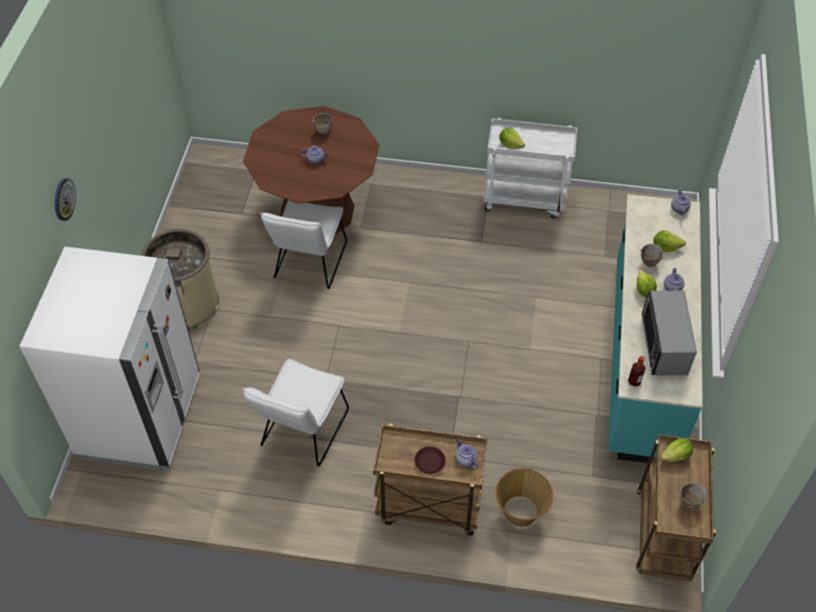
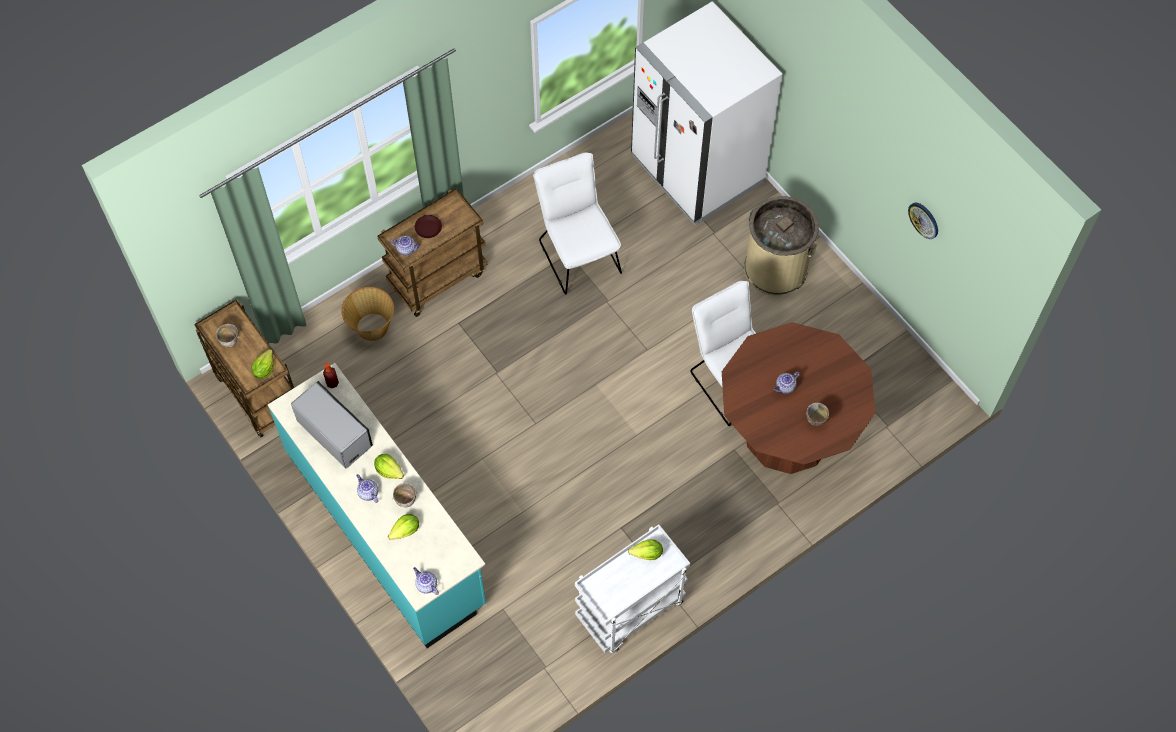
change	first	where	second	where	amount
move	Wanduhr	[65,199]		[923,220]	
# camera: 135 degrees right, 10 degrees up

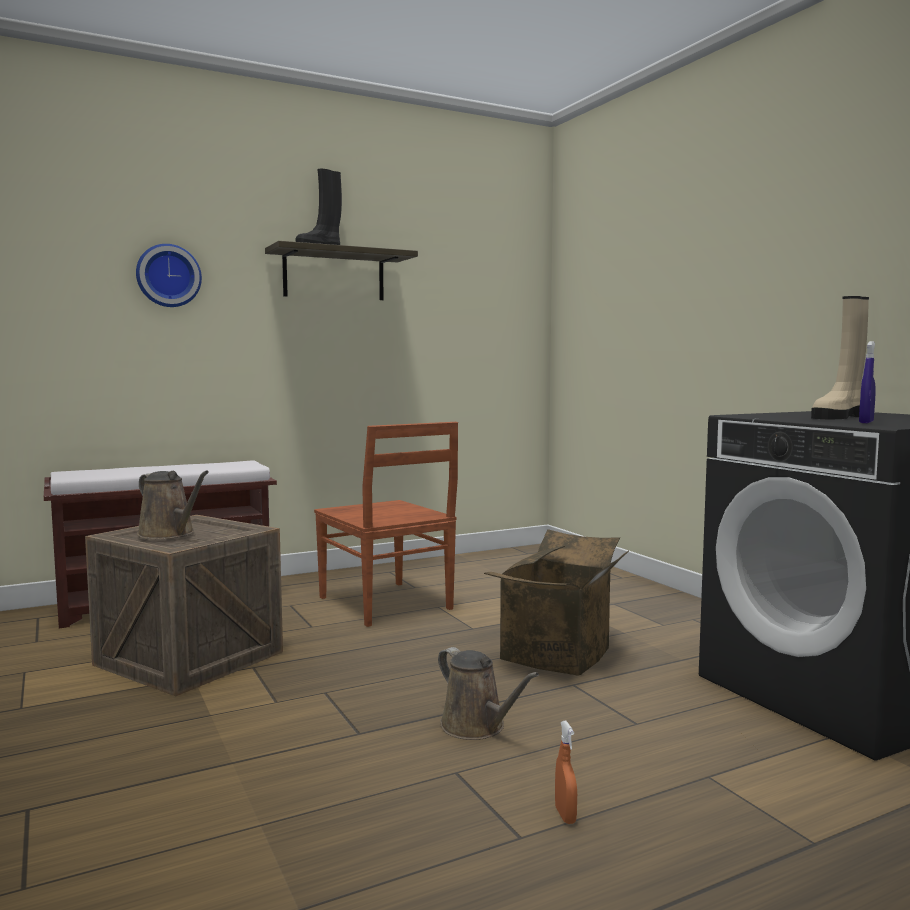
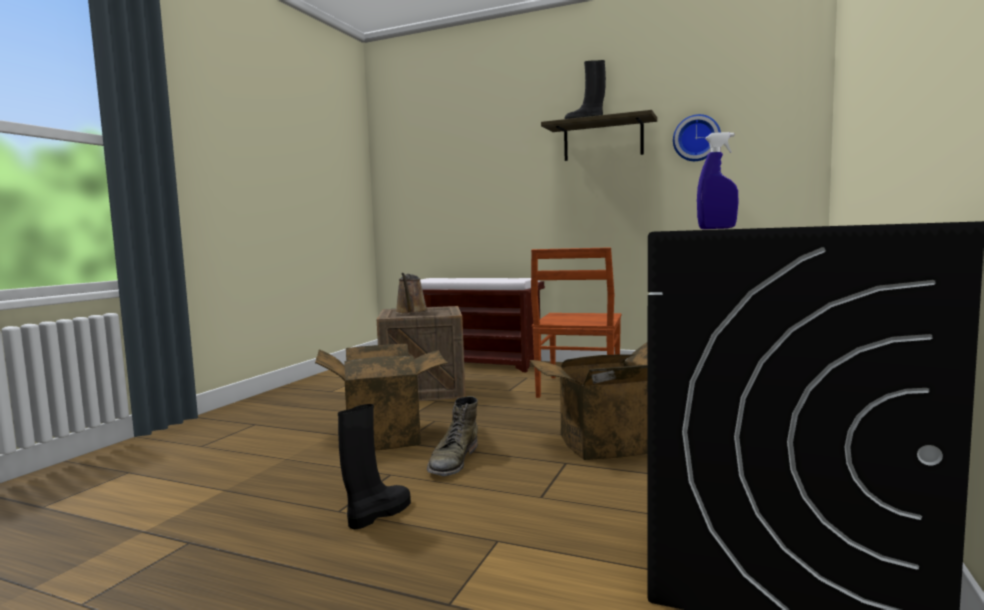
change	first	where	second	where	amount
move	Wanduhr	[169,275]		[697,137]	
replace	Gießkanne (braun)	[488,693]	Stiefel (grün)	[452,436]	
replace	Sprühflasche (orange)	[566,772]	Stiefel (schwarz)	[374,466]	
delete	Stiefel (beige)	[840,357]			
insert			Karton	[382,397]	
# camera: 50 degrees right, 0 degrees up

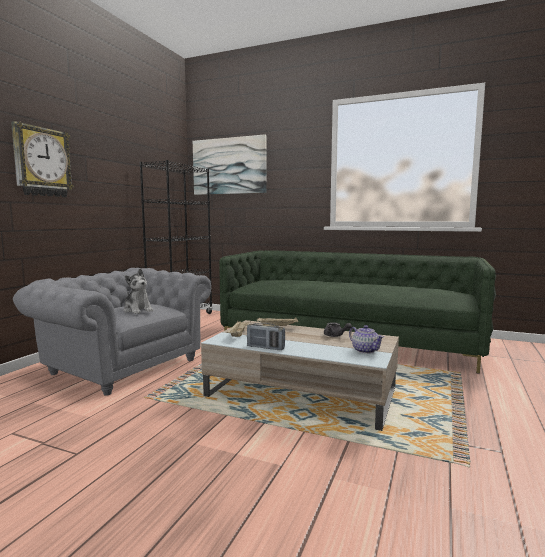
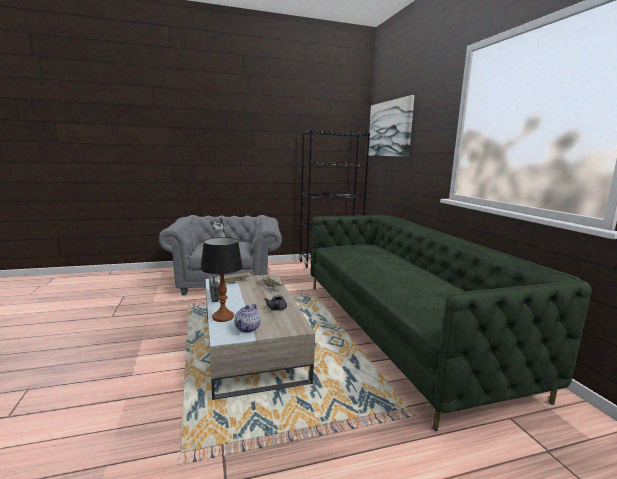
change	first	where	second	where	amount
delete	Wanduhr	[42,159]			
insert			Tischlampe	[221,279]	
# camera: 50 degrees right, 5 degrees up

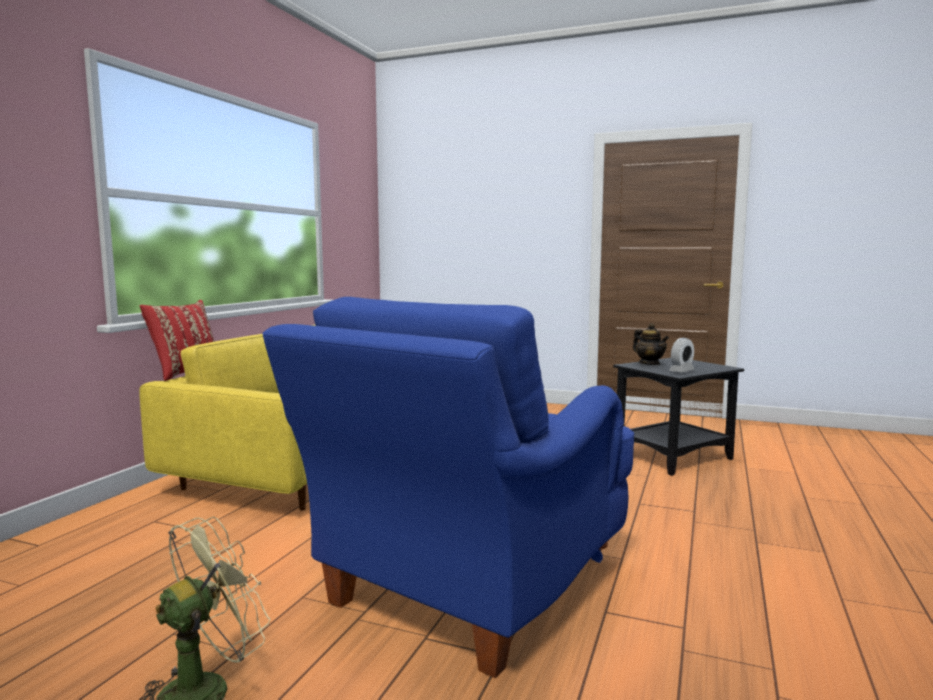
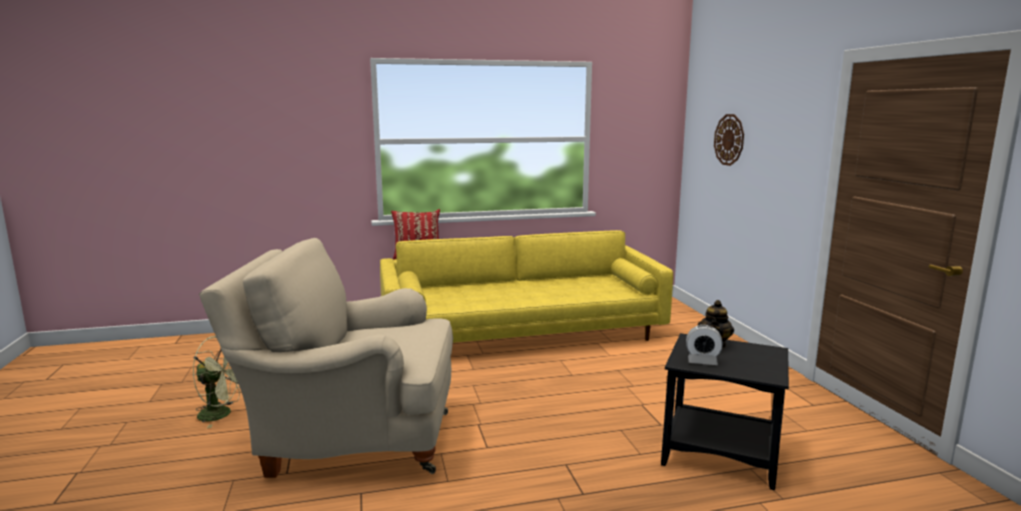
change	first	where	second	where	amount
recolor	Sessel (blau)	[448,487]	Sessel (beige)	[326,358]	
insert			Wanduhr	[729,140]	
# camera: 55 degrees right, 5 degrees up

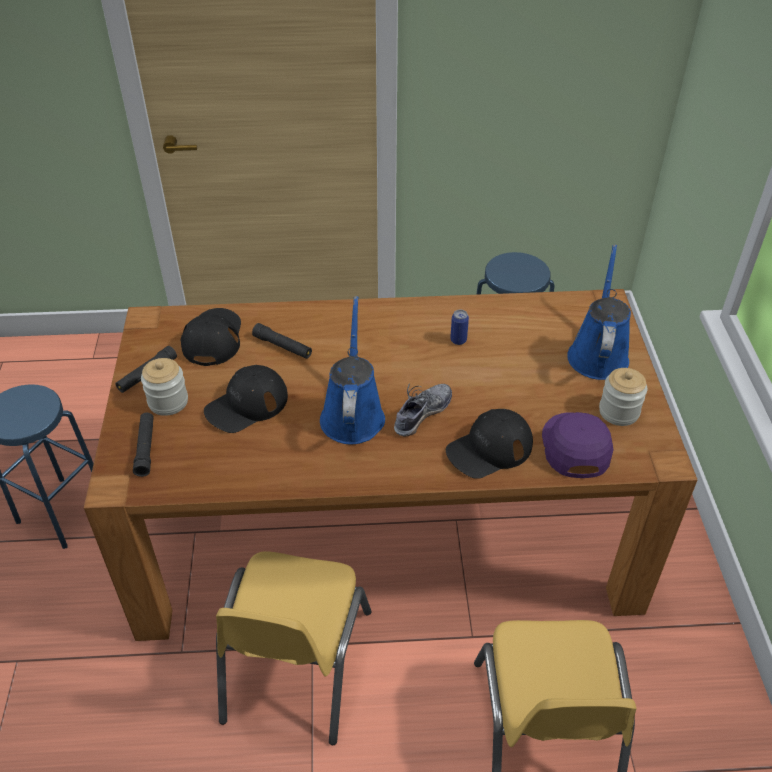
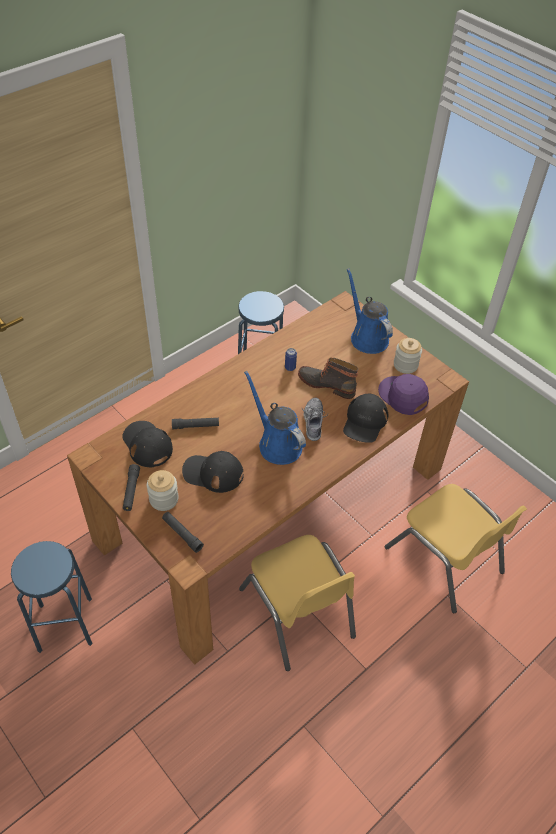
change	first	where	second	where	amount
rotate	Kappe (schwarz)	[246,399]		[213,472]	90 degrees clockwise
insert			Stiefel	[328,378]	
# camera: 40 degrees left, 5 degrees up

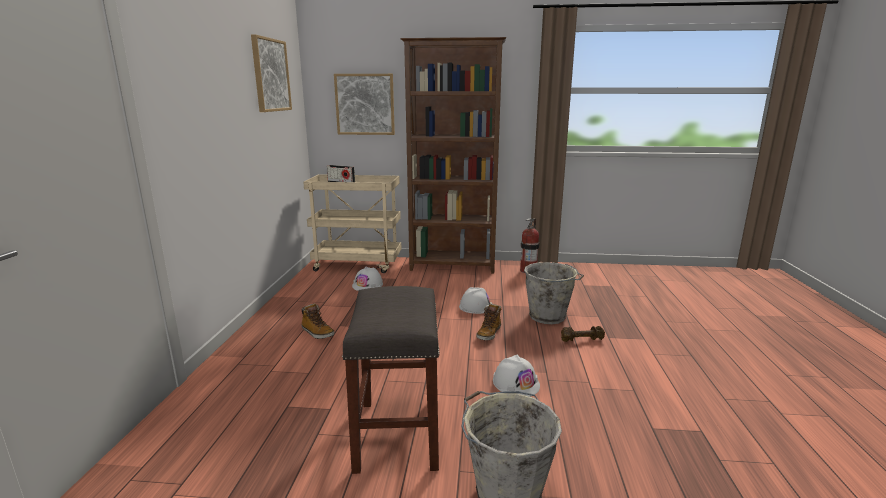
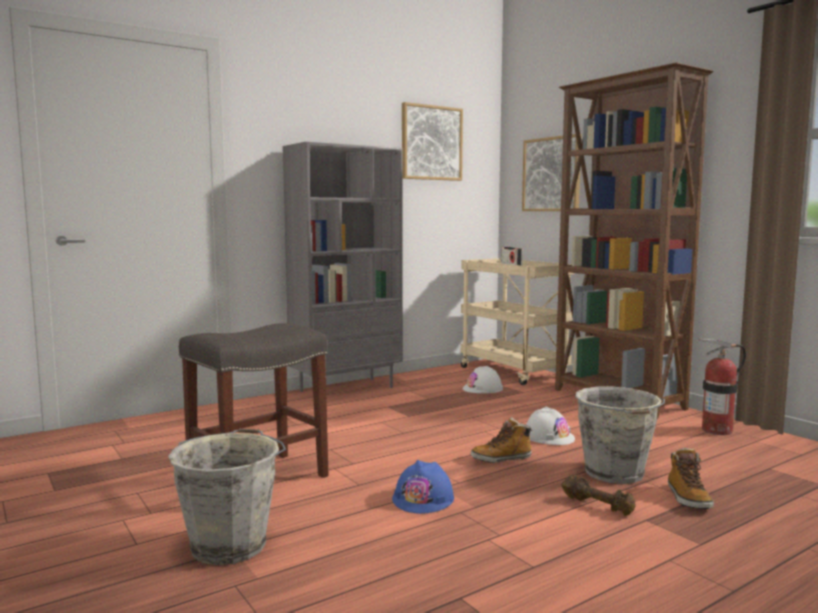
change	first	where	second	where	amount
move	Stiefel	[318,321]		[691,478]	
recolor	Schutzhelm (weiß)	[516,376]	Schutzhelm (blau)	[423,487]	
insert			Bücherregal (grau)	[343,267]	
# camera: 50 degrees right, 10 degrees down

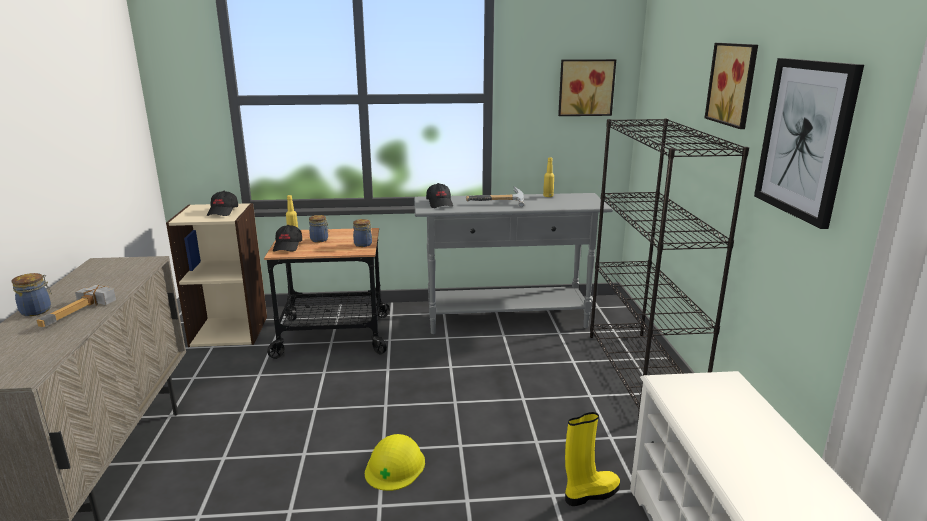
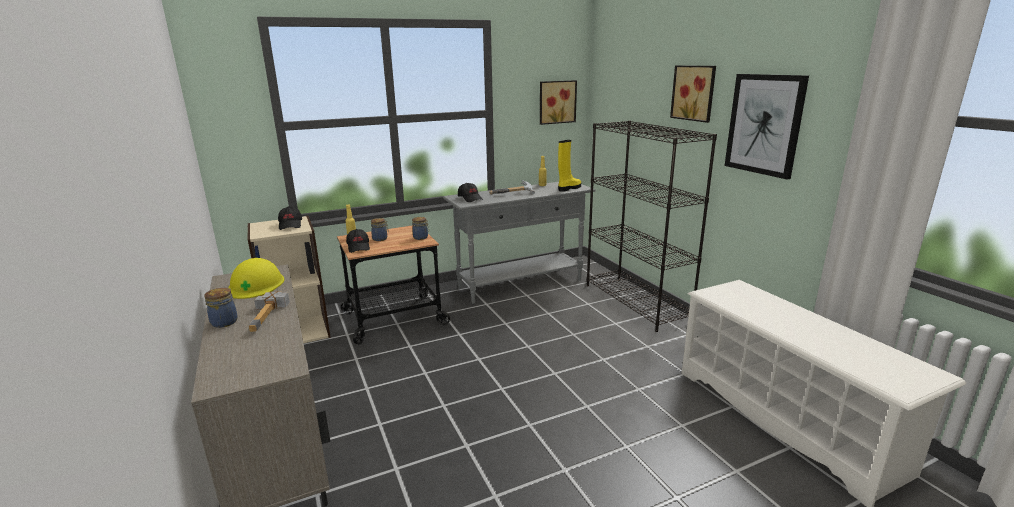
change	first	where	second	where	amount
move	Schutzhelm (gelb)	[395,462]		[256,278]	
move	Stiefel (gelb)	[592,459]		[569,166]	
# camera: 20 degrees left, 0 degrees up

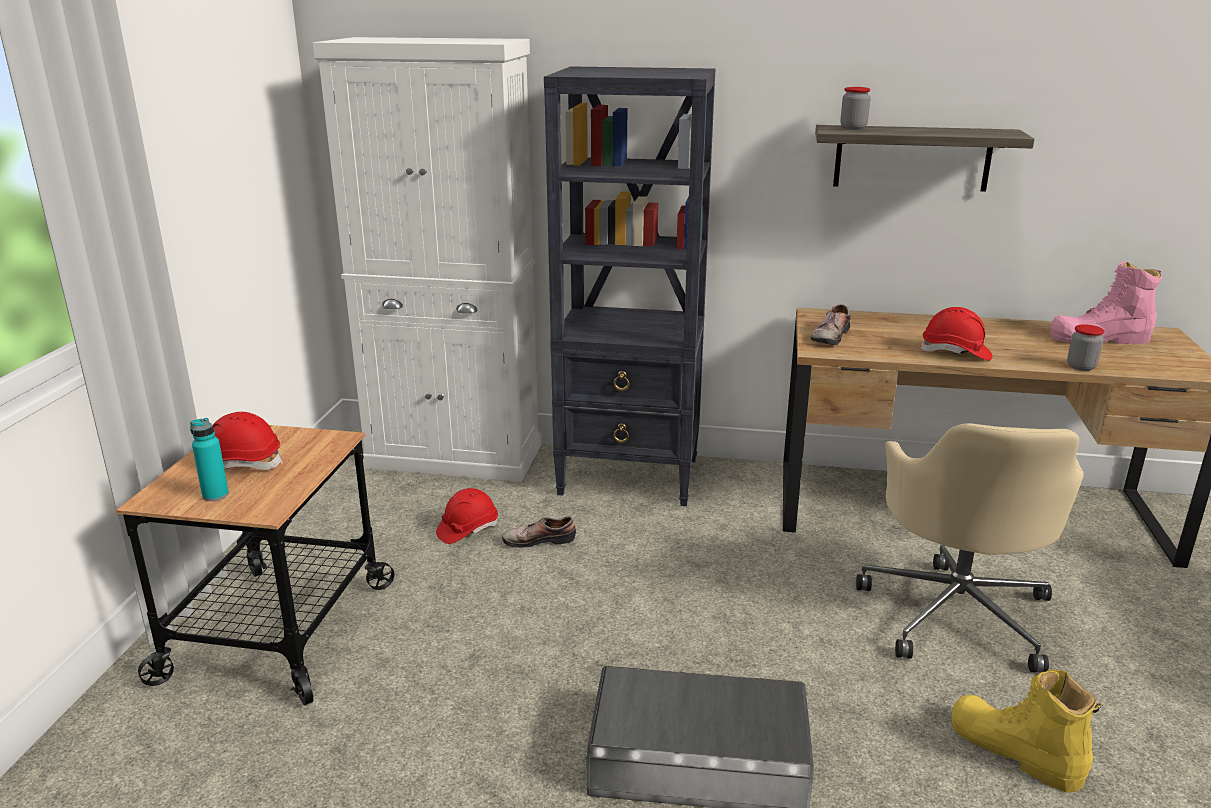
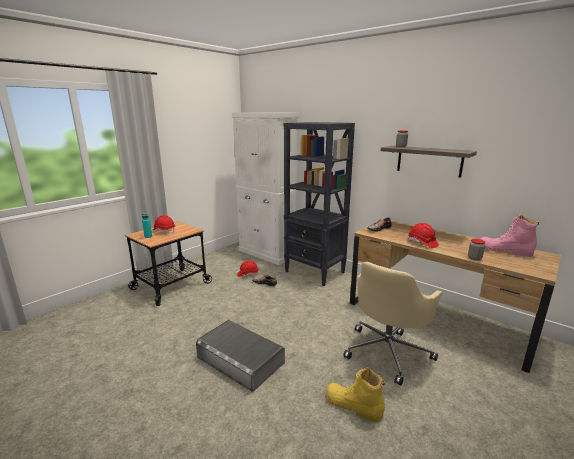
change	first	where	second	where	amount
rotate	Stiefel (gelb)	[1026,731]		[355,395]	45 degrees counterclockwise
# camera: 30 degrees right, 5 degrees down

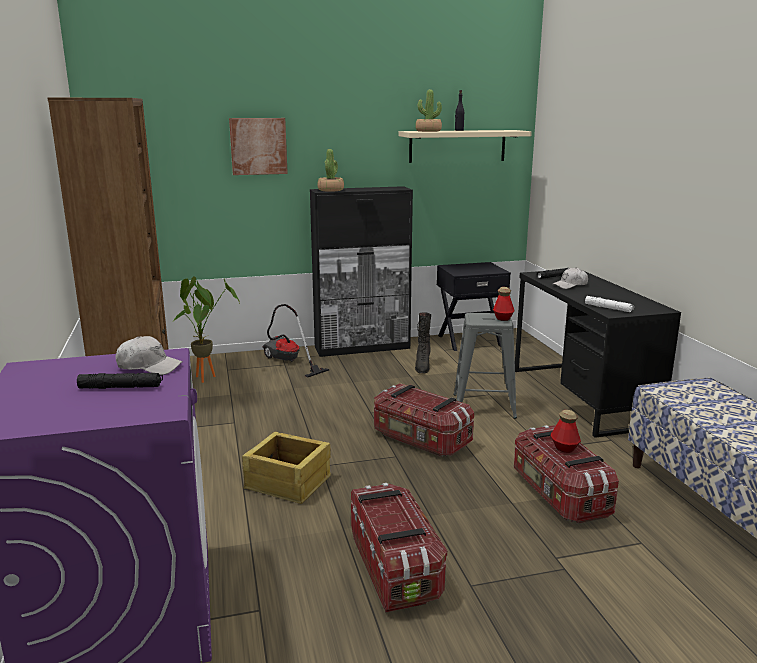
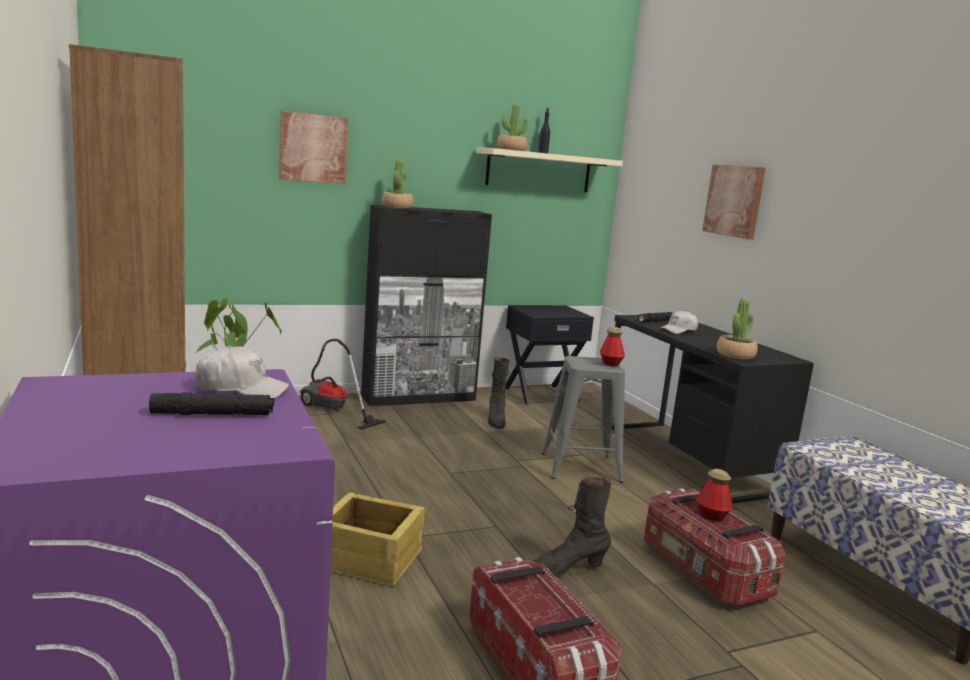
change	first	where	second	where	amount
delete	Aufbewahrungsbox	[424,420]			
replace	Taschenlampe (weiß)	[609,304]	Topfpflanze	[737,328]	
insert			Stiefel (schwarz)	[572,527]	
insert			Bild	[733,202]	
# camera: 10 degrees left, 5 degrees down

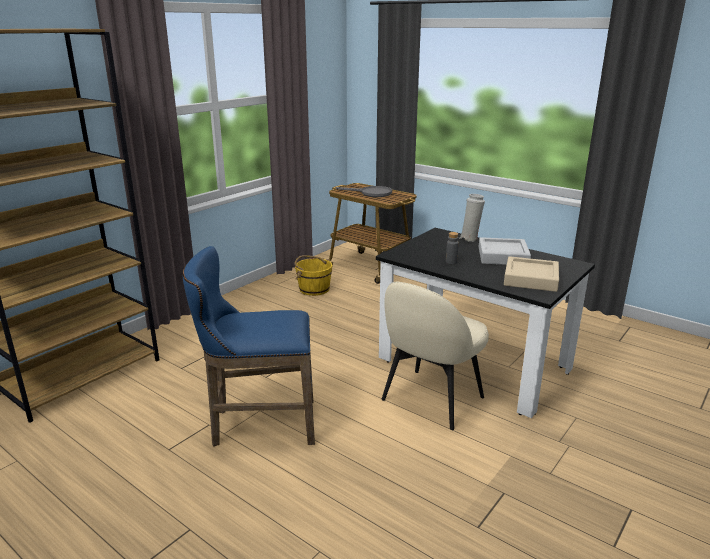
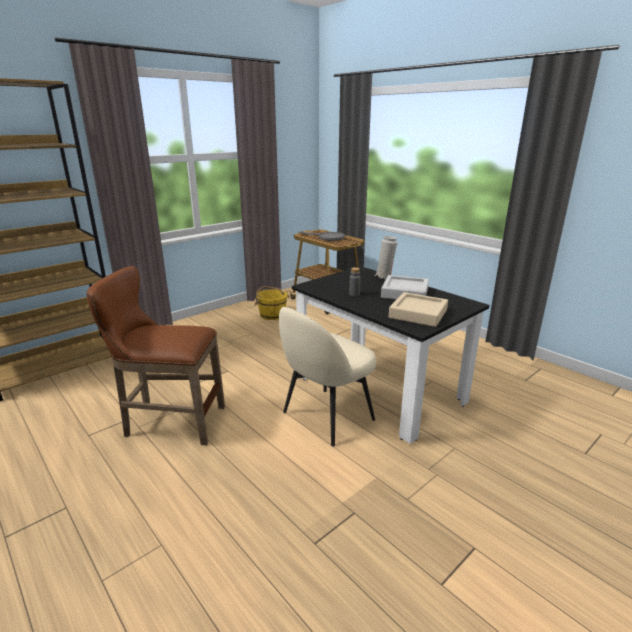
change	first	where	second	where	amount
recolor	Hocker (blau)	[249,346]	Hocker (braun)	[155,355]	
# camera: 10 degrees right, 0 degrees up

